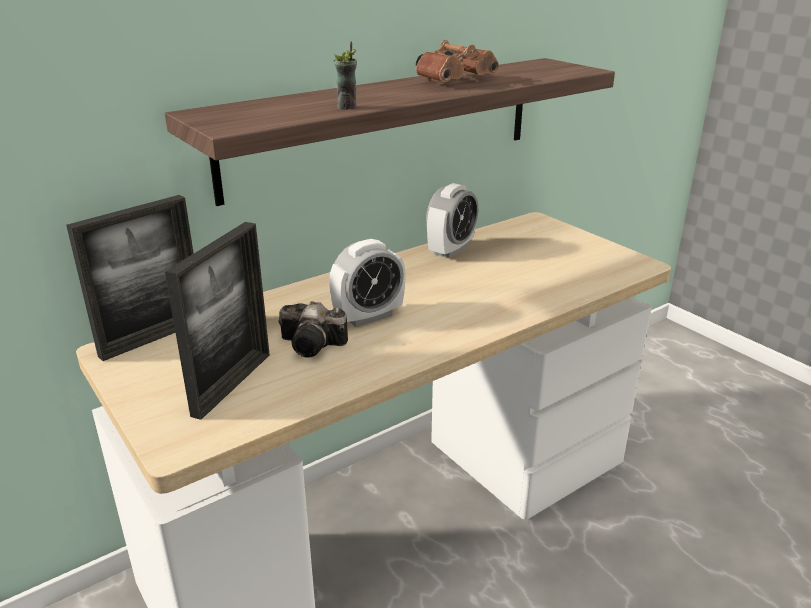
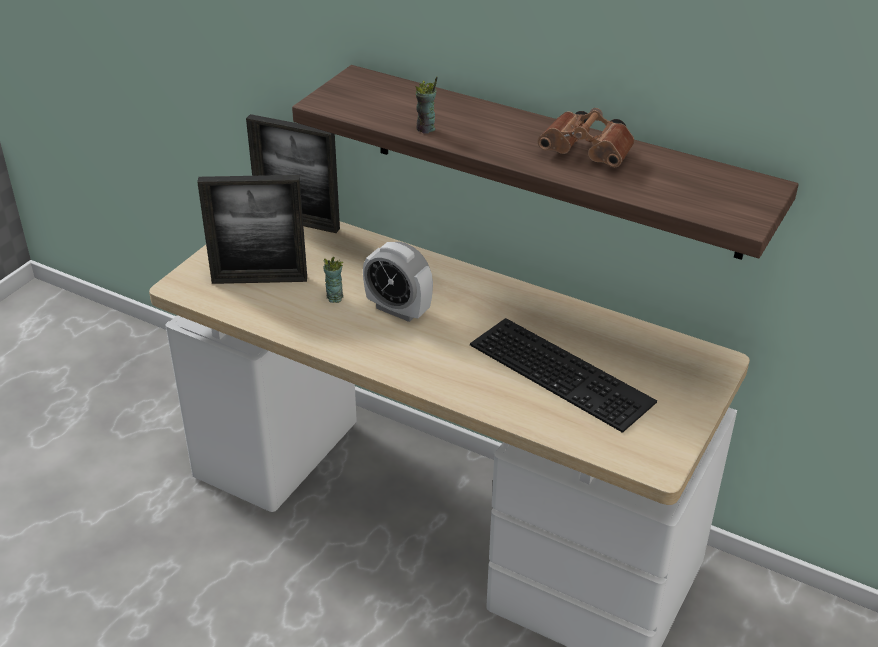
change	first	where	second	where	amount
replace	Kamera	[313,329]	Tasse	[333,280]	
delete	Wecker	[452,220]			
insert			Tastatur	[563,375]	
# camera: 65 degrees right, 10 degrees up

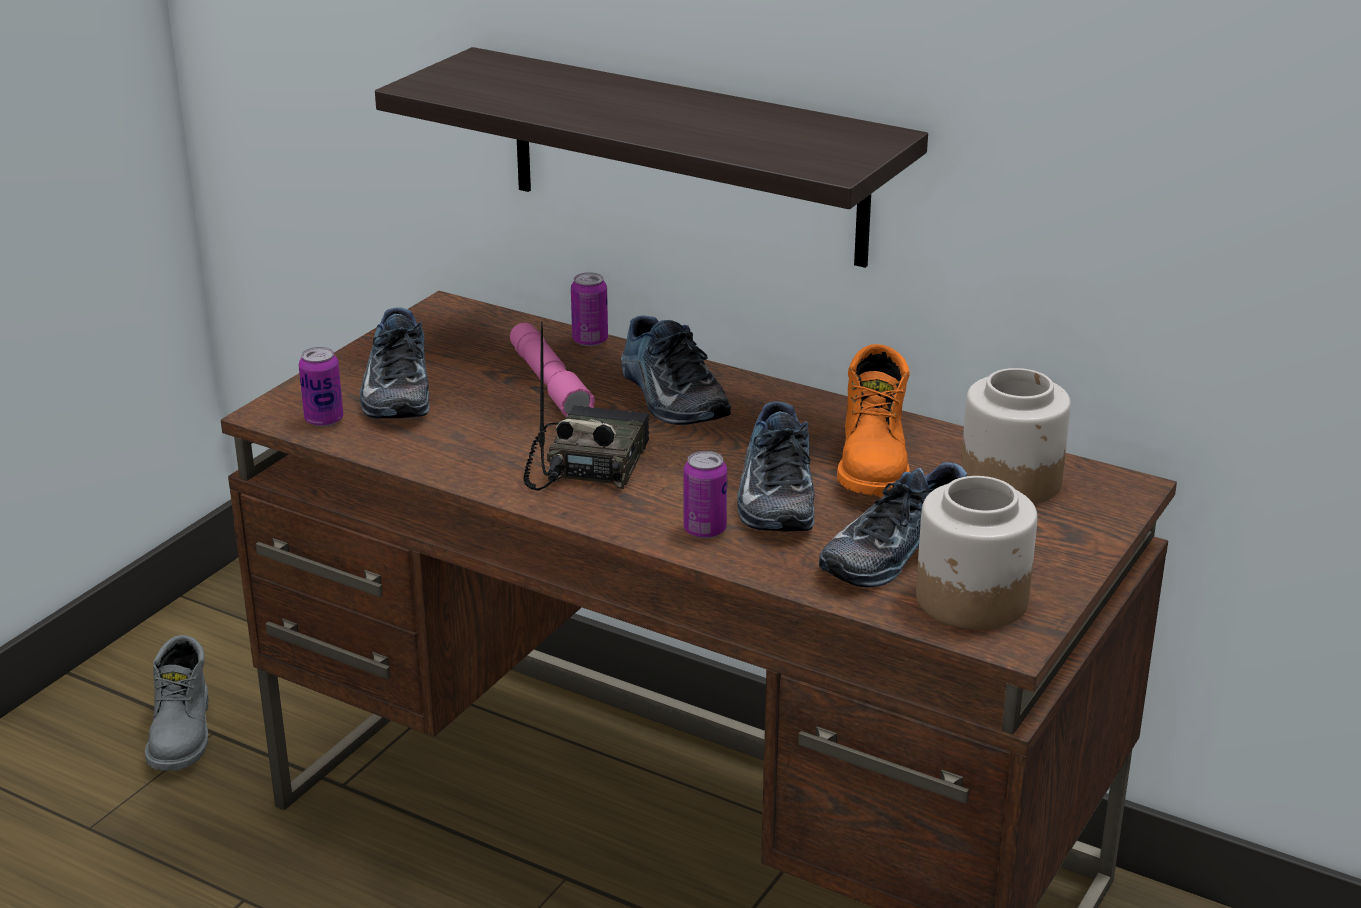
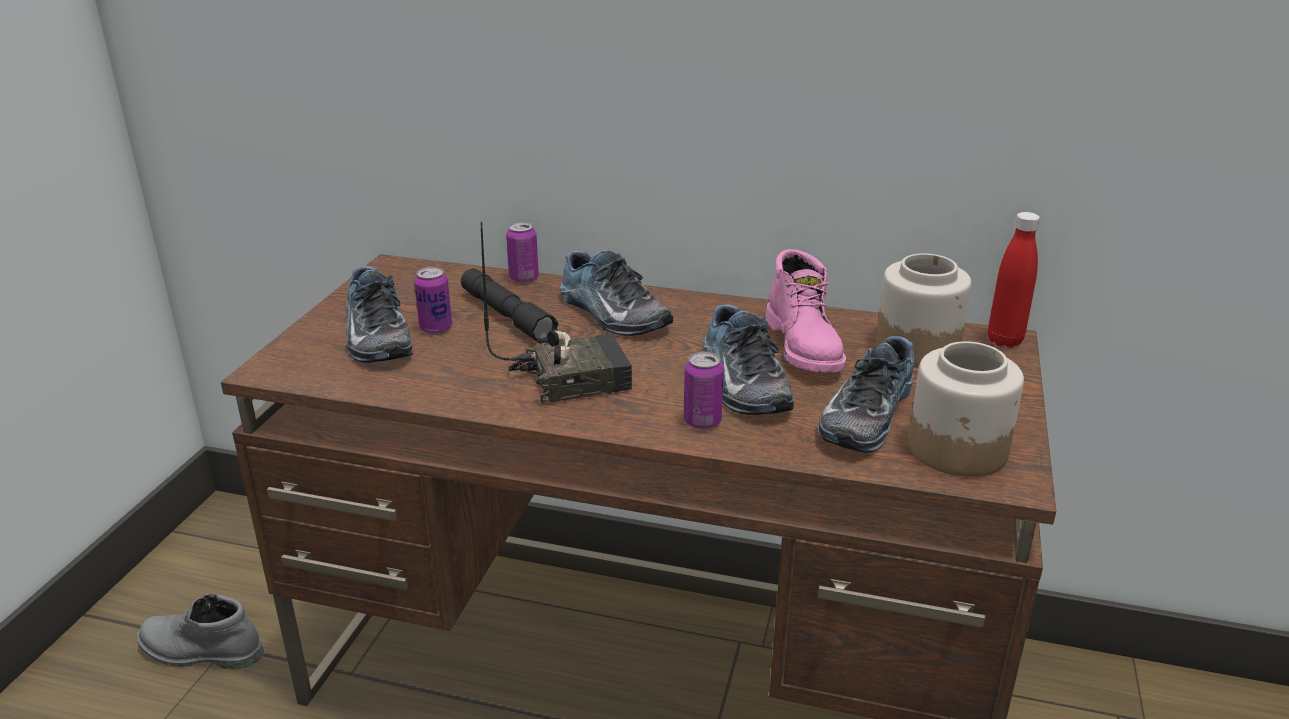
change	first	where	second	where	amount
rotate	Stiefel (grau)	[177,703]		[200,631]	120 degrees clockwise
move	Dose	[321,387]		[433,300]	
delete	Wandregal	[651,157]			
recolor	Taschenlampe (rosa)	[552,370]	Taschenlampe (schwarz)	[509,306]	
rotate	Radio	[586,406]		[556,312]	75 degrees clockwise
recolor	Stiefel (orange)	[873,420]	Stiefel (rosa)	[805,311]	
insert			Flasche (rot)	[1014,279]	
# camera: 15 degrees left, 0 degrees up

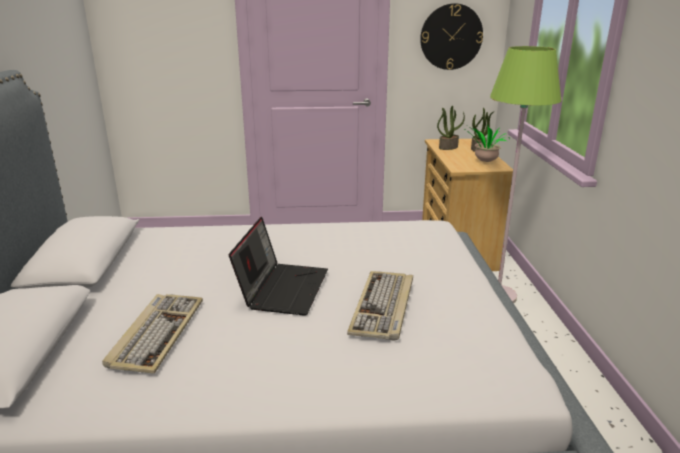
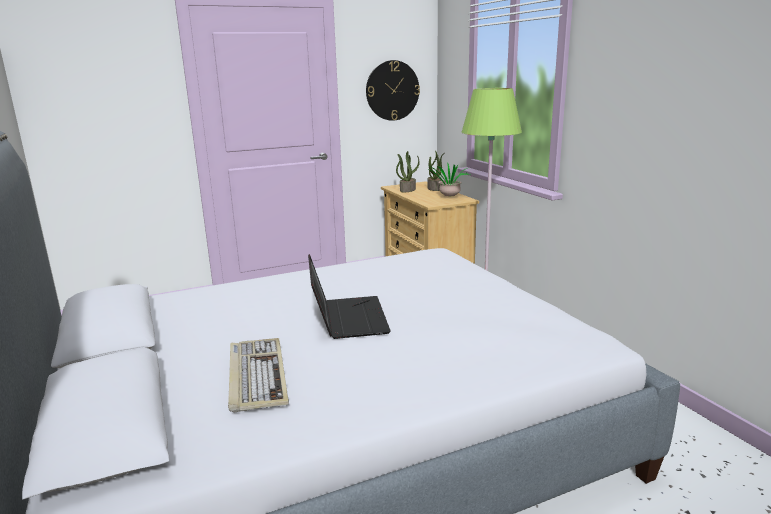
change	first	where	second	where	amount
delete	Tastatur	[380,306]			
# camera: 20 degrees left, 5 degrees down

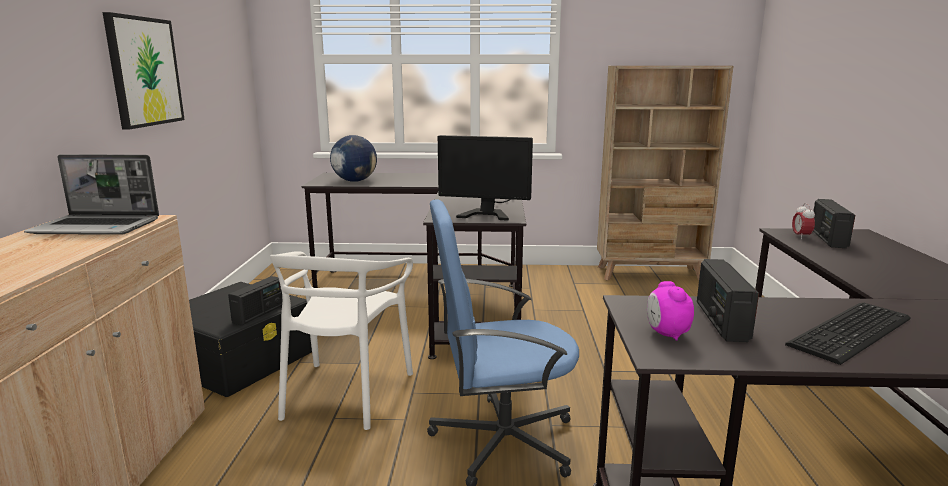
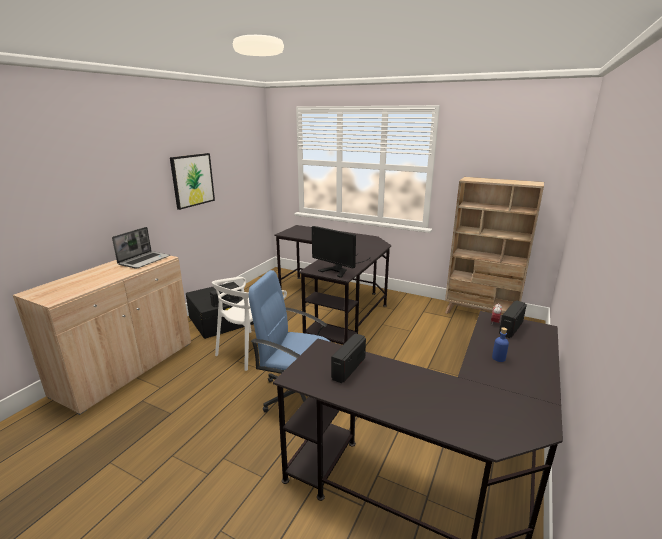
change	first	where	second	where	amount
rotate	Laptop	[91,195]		[141,248]	90 degrees counterclockwise
delete	Globus	[353,158]			
delete	Wecker	[670,311]			
delete	Tastatur	[848,334]			
insert			Flasche (blau)	[500,344]	
# camera: 25 degrees right, 5 degrees up

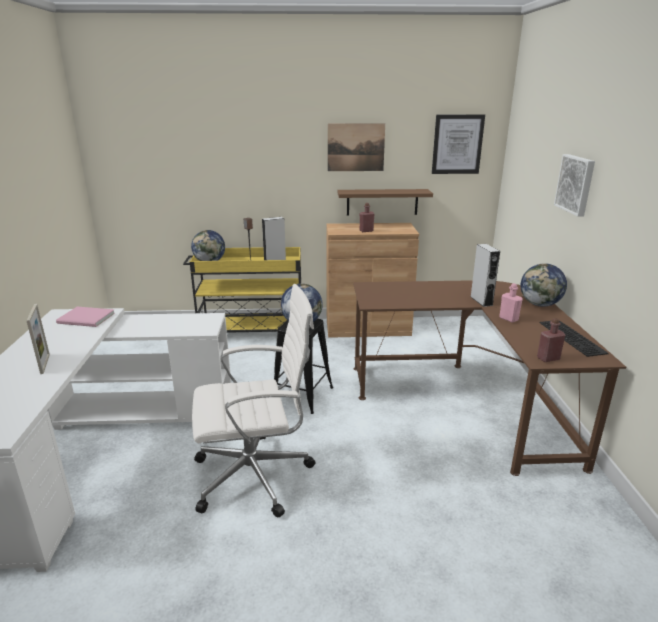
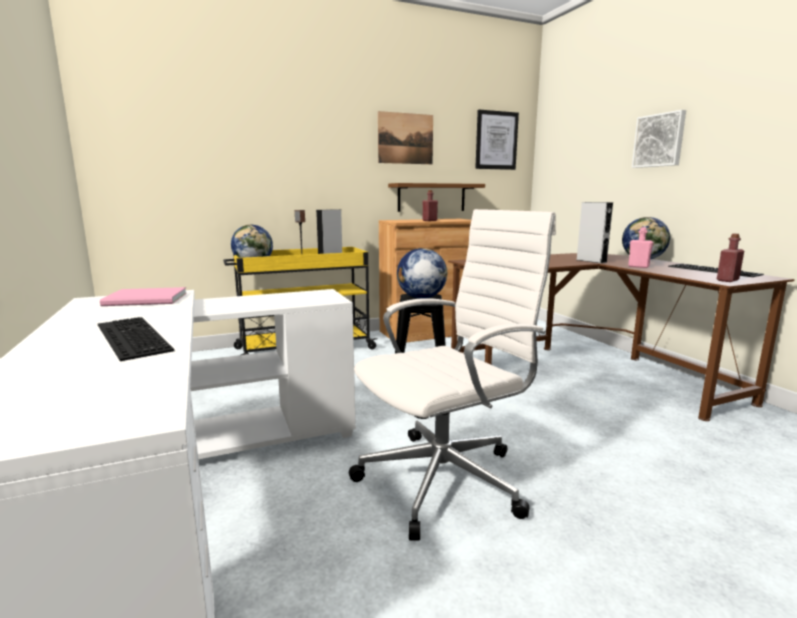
change	first	where	second	where	amount
replace	Bilderrahmen	[38,339]	Tastatur	[136,339]	
# camera: 20 degrees left, 10 degrees down

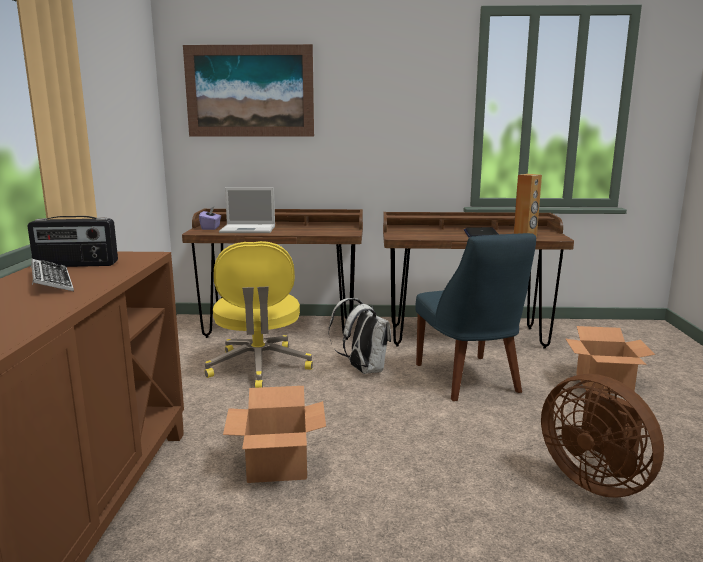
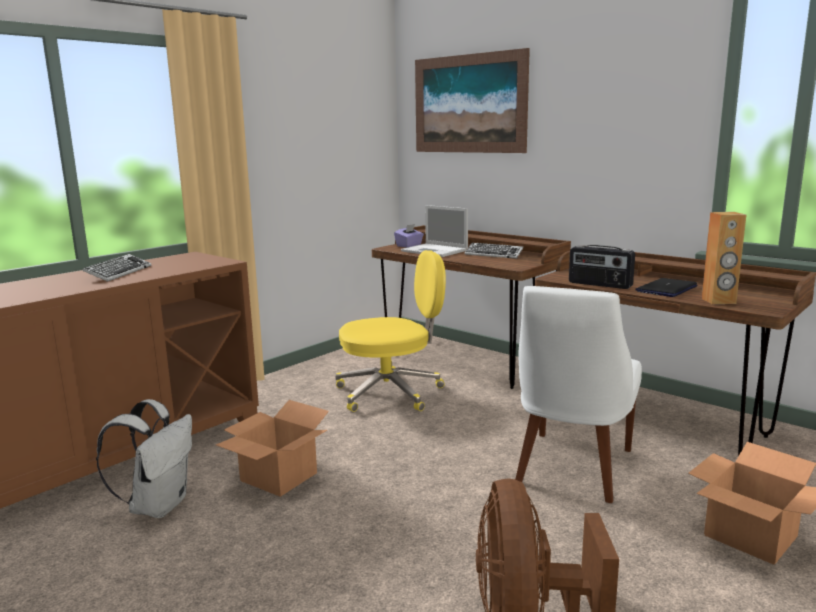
change	first	where	second	where	amount
move	Radio	[73,241]		[602,267]	
rotate	Bürostuhl (gelb)	[258,314]		[390,331]	135 degrees counterclockwise
move	Rucksack (weiß)	[359,336]		[144,458]	
recolor	Stuhl (blau)	[475,317]	Stuhl (weiß)	[578,394]	
insert			Tastatur	[494,251]	
# camera: 40 degrees right, 0 degrees up

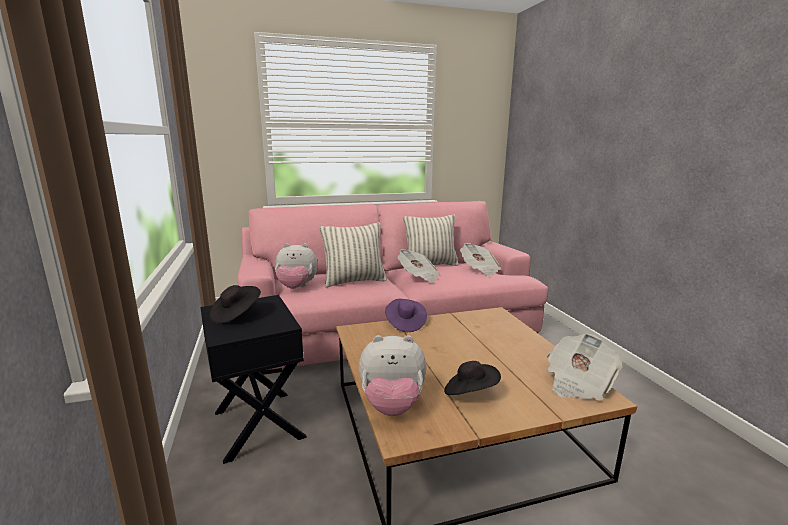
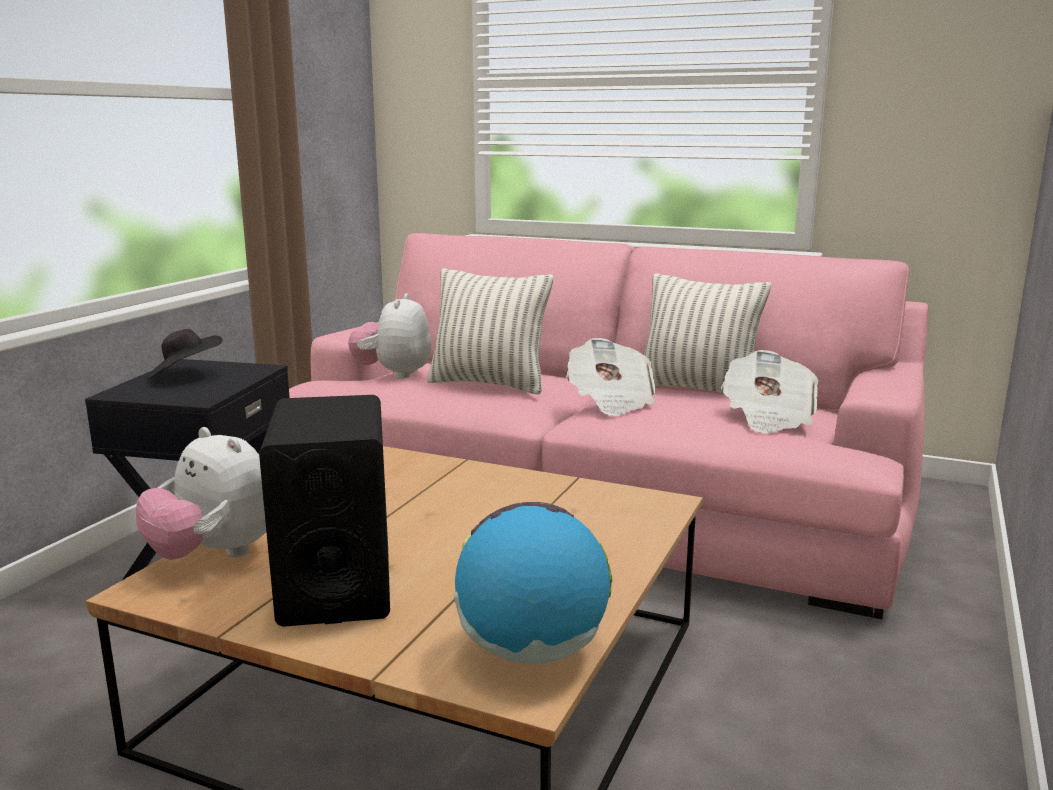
change	first	where	second	where	amount
rotate	Plüschtier	[296,266]		[389,336]	60 degrees clockwise
delete	Hut (lila)	[406,315]			
replace	Hut (schwarz)	[472,378]	Lautsprecher (schwarz)	[324,511]	
replace	Zeitung	[584,367]	Globus	[533,583]	
# camera: 40 degrees right, 0 degrees up

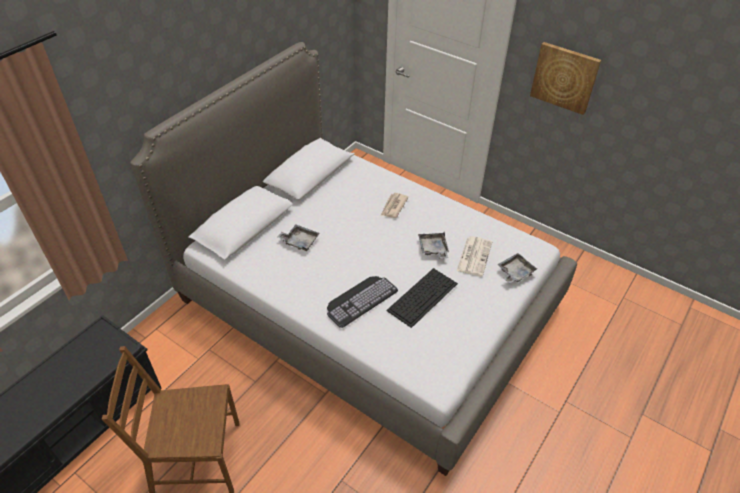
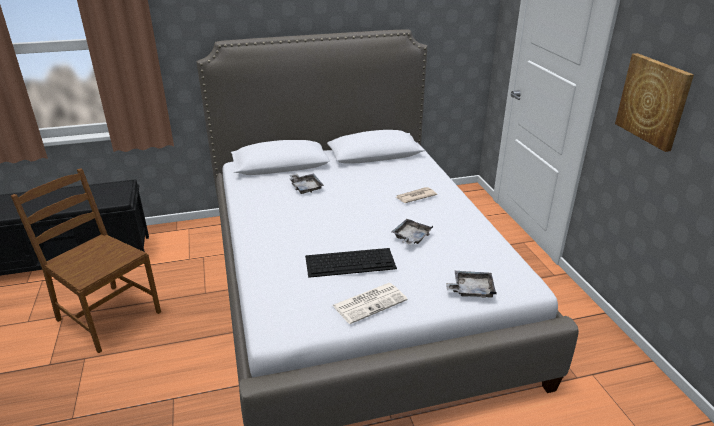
change	first	where	second	where	amount
delete	Tastatur	[362,302]			
move	Zeitung	[474,256]		[370,303]	
# camera: 40 degrees right, 15 degrees down

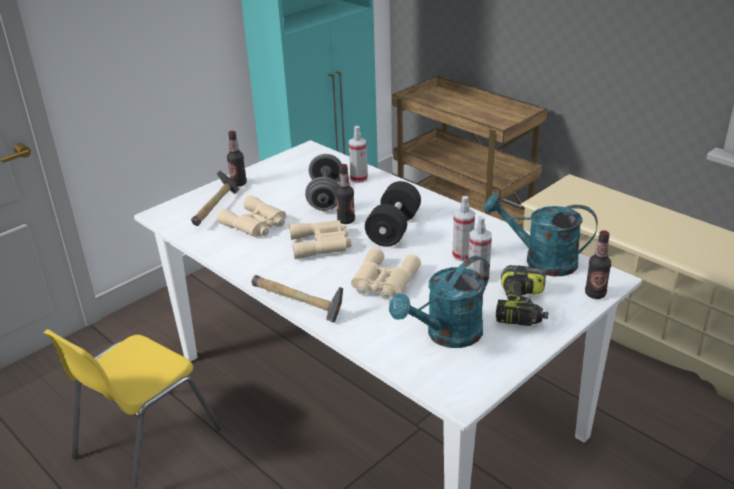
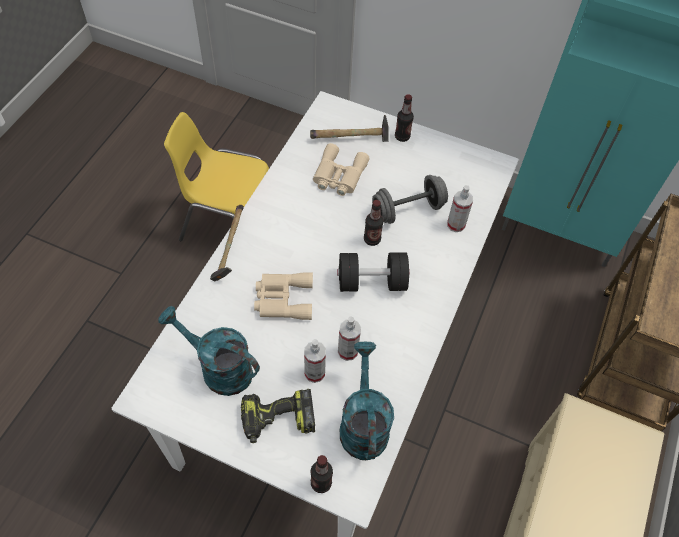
change	first	where	second	where	amount
delete	Fernglas (beige)	[320,239]			
# camera: 65 degrees right, 25 degrees up

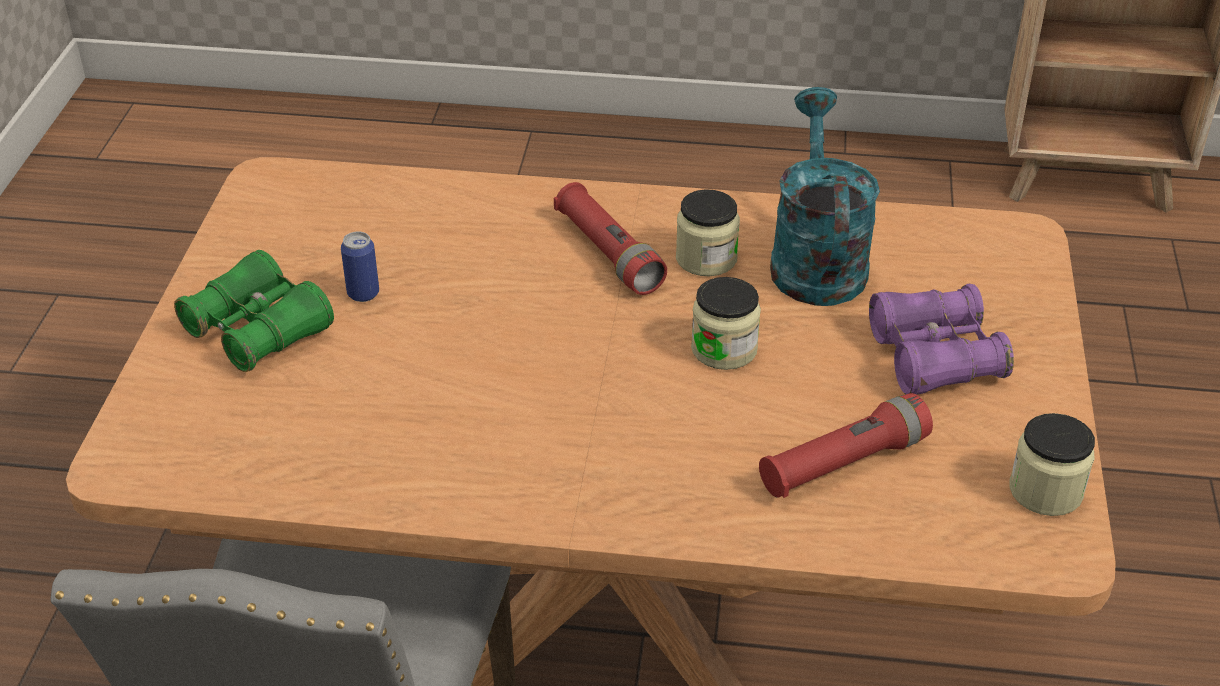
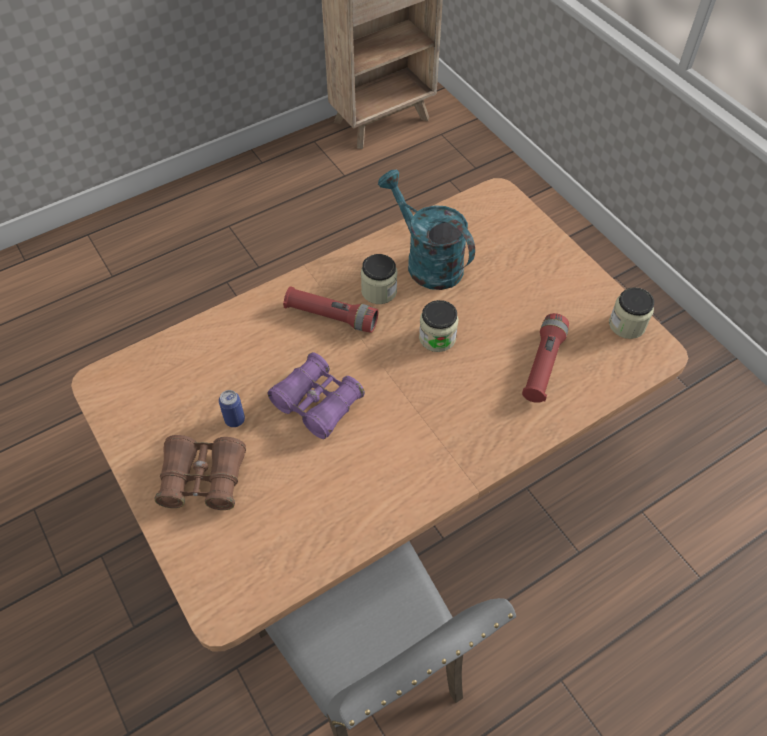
change	first	where	second	where	amount
recolor	Fernglas (grün)	[254,311]	Fernglas (braun)	[200,472]	
move	Fernglas (lila)	[941,339]		[316,395]	
# camera: 40 degrees left, 15 degrees up

